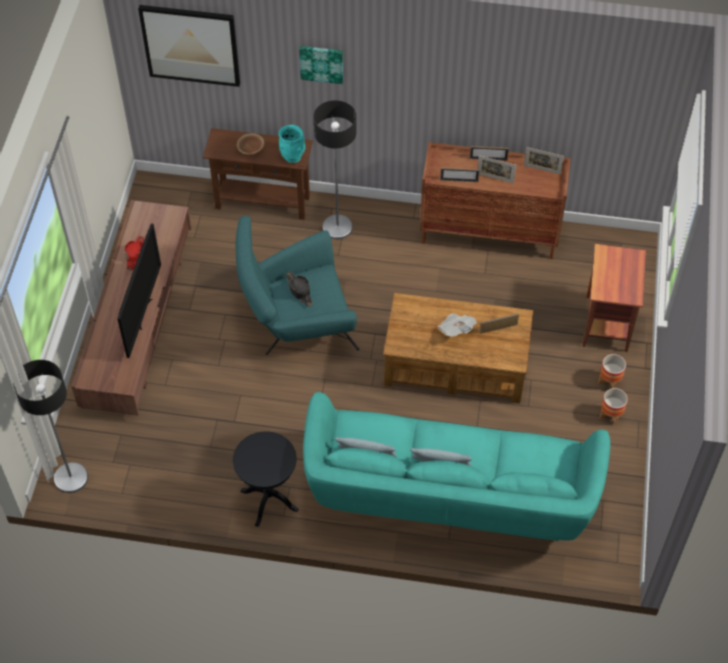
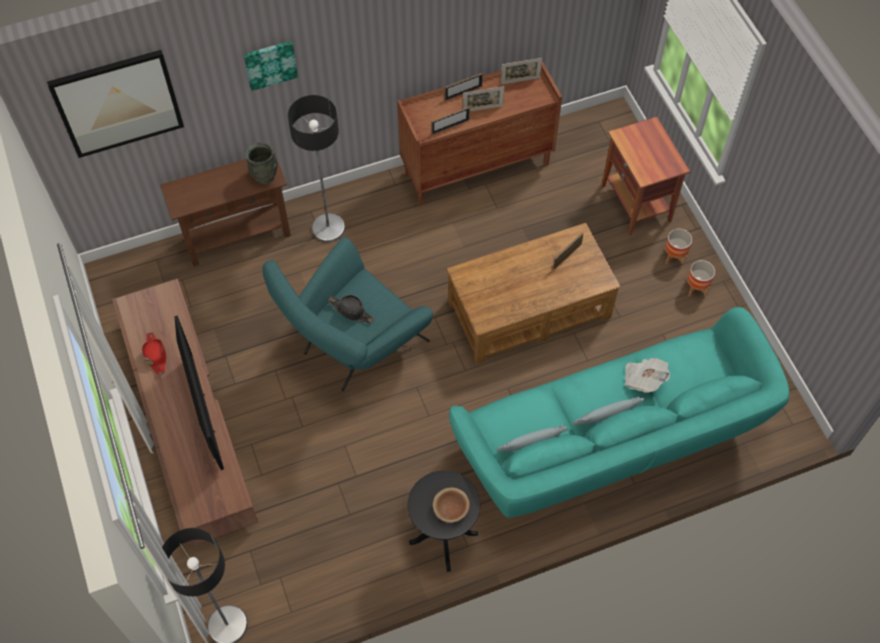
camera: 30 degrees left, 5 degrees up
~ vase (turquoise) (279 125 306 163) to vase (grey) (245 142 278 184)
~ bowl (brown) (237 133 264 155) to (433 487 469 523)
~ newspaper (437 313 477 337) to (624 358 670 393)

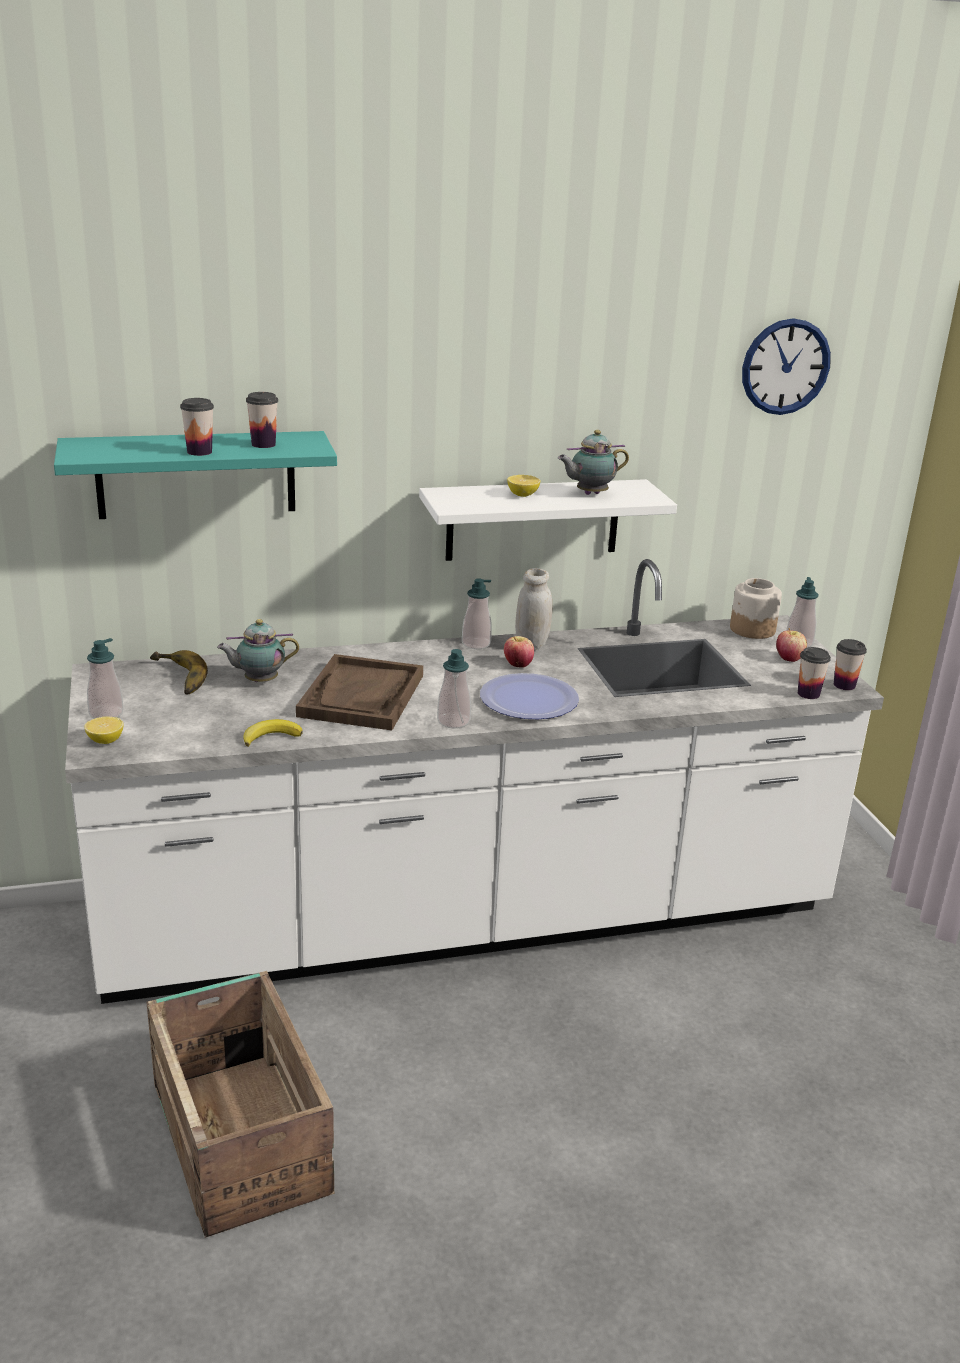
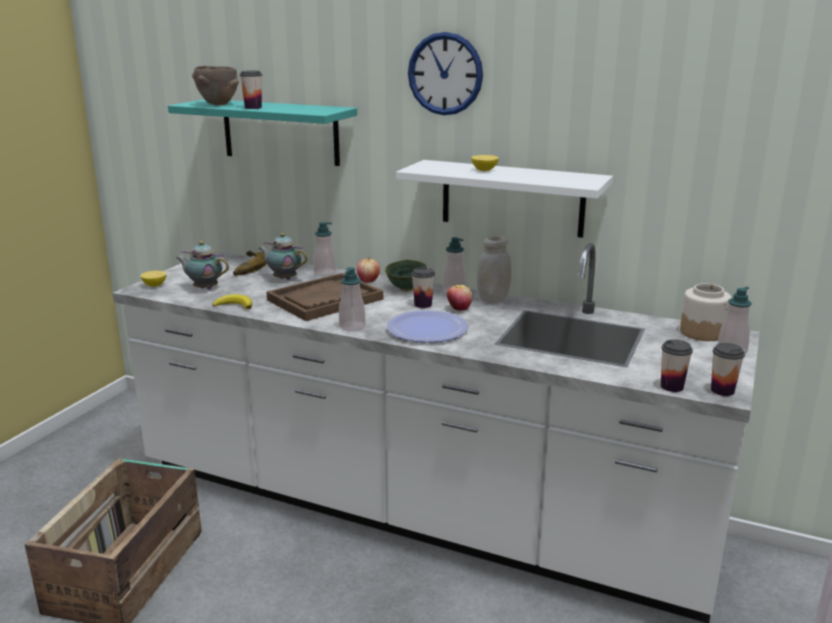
camera: 40 degrees right, 5 degrees down
~ teapot (558 430 629 495) to (176 241 229 289)
+ bowl (brown) (192 66 239 106)
~ soap dispenser (87 638 124 719) to (313 222 336 276)
~ apple (776 628 807 662) to (357 257 380 283)
+ bowl (green) (385 260 426 291)
~ wall clock (742 318 831 415) to (408 32 483 115)
~ cup (246 392 278 448) to (412 267 435 308)

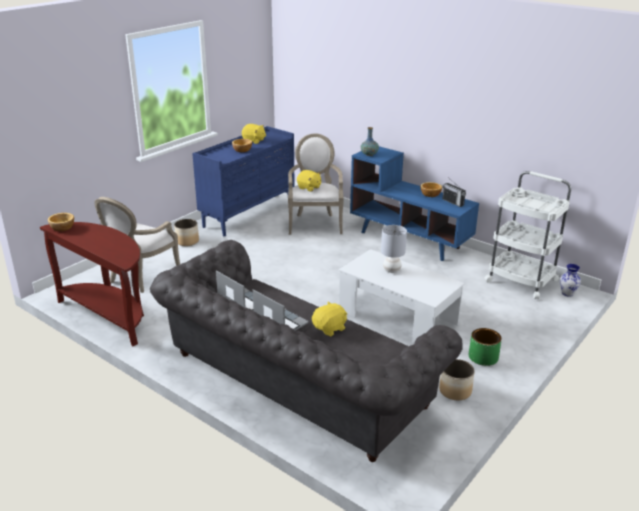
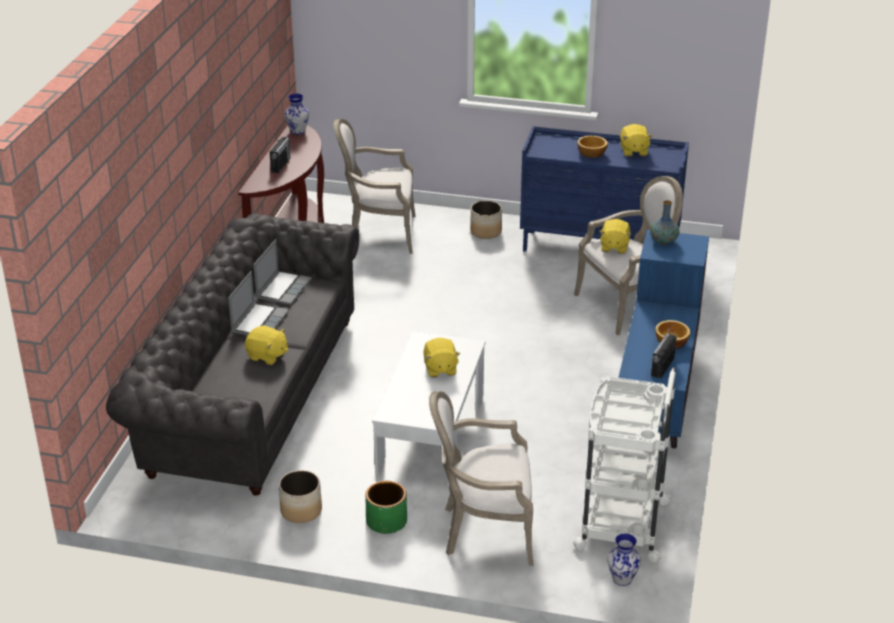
camera: 65 degrees right, 5 degrees up
+ radio (270 137 291 173)
~ bowl (48 213 74 231) to vase (285 93 309 135)
~ table lamp (grey) (381 225 407 273) to plush toy (yellow) (423 338 460 377)
+ armchair (429 391 534 566)

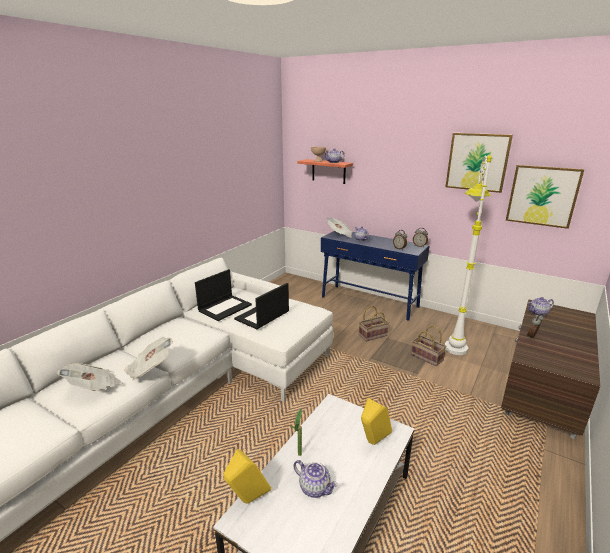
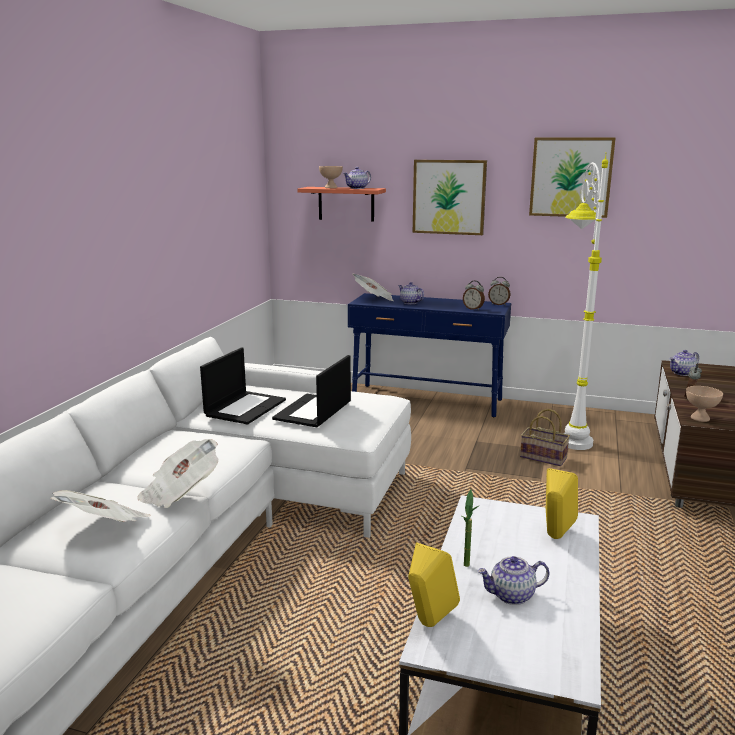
camera: 15 degrees left, 5 degrees down
~ picture (506 165 584 229) to (413 160 487 235)
~ teapot (293 460 338 498) = (478 556 549 605) 150 degrees clockwise
+ bowl (beige) (686 386 723 422)
- basket (359 306 389 341)

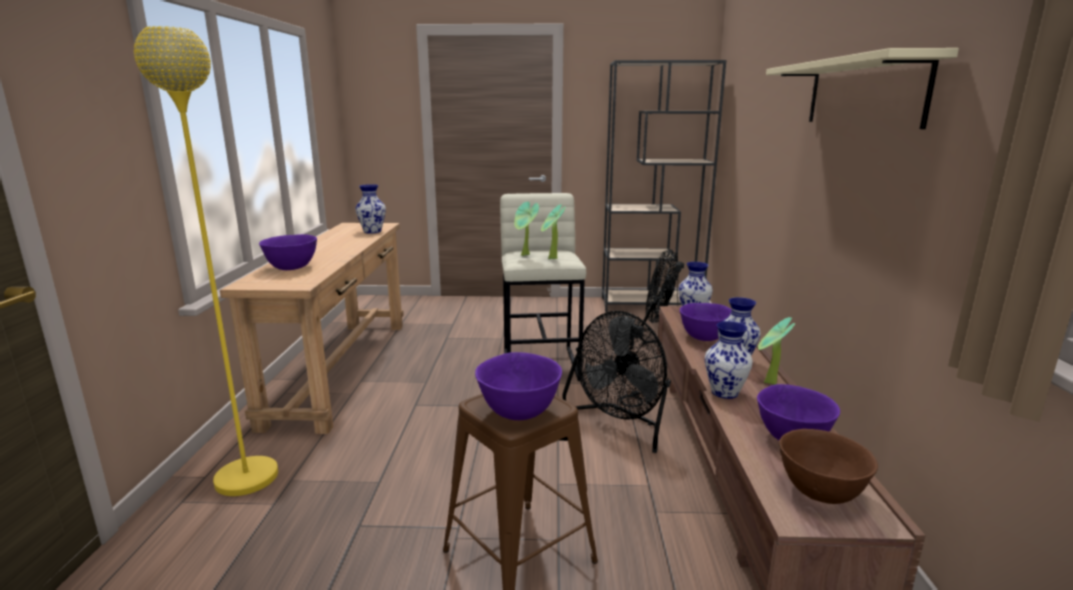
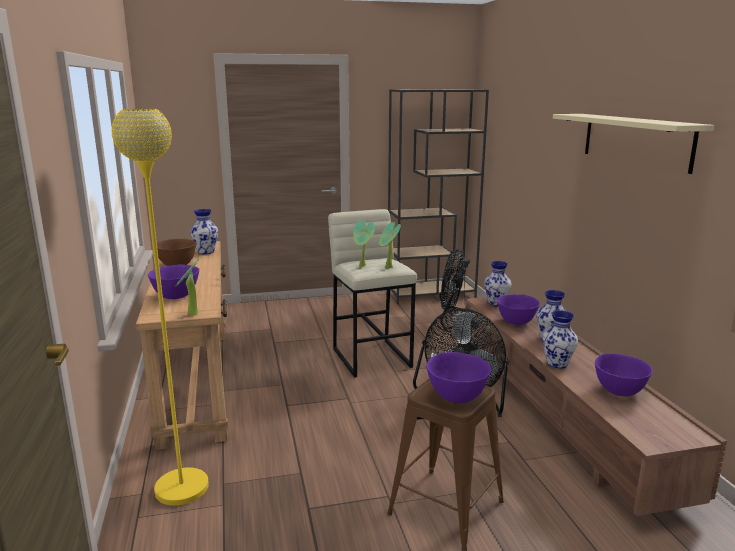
camera: 15 degrees left, 0 degrees up
~ bowl (brown) (779 429 878 504) to (157 239 197 266)
~ potted plant (758 317 795 385) to (175 257 200 315)

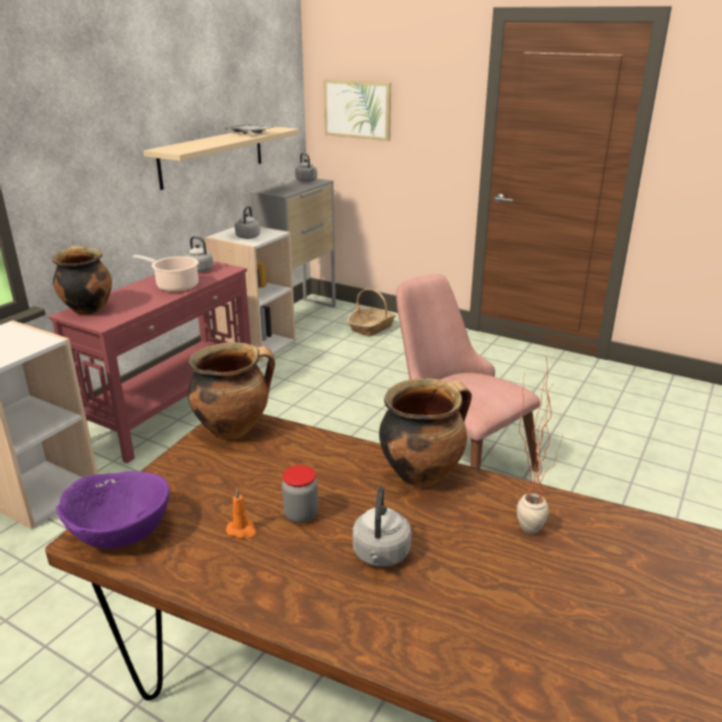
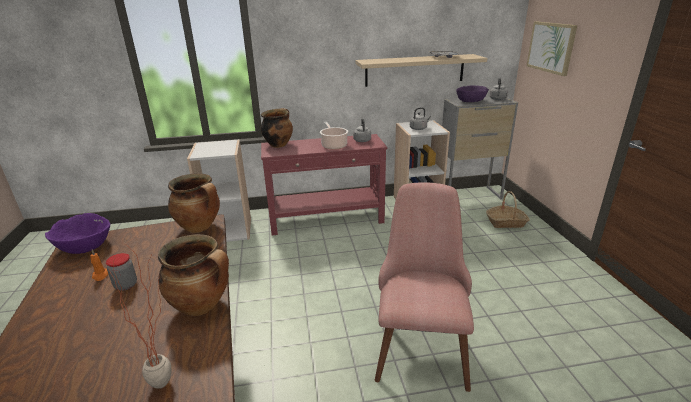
camera: 50 degrees right, 0 degrees up
+ bowl (purple) (456 85 489 102)
- kettle (grey) (352 487 412 567)

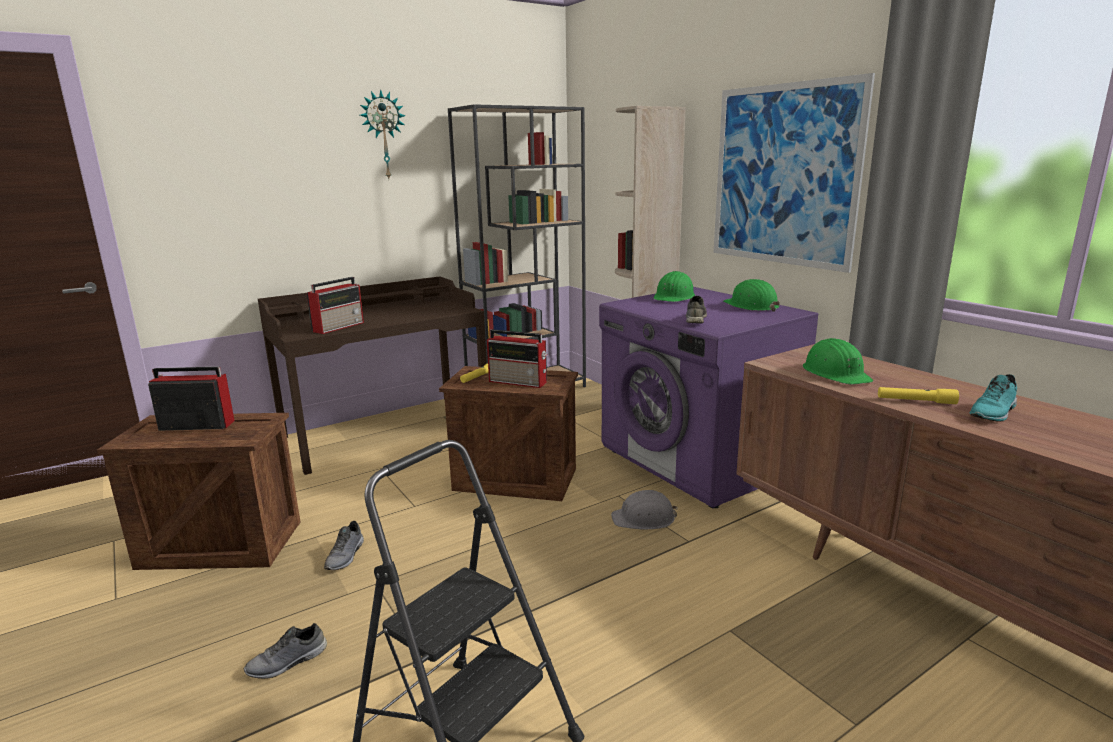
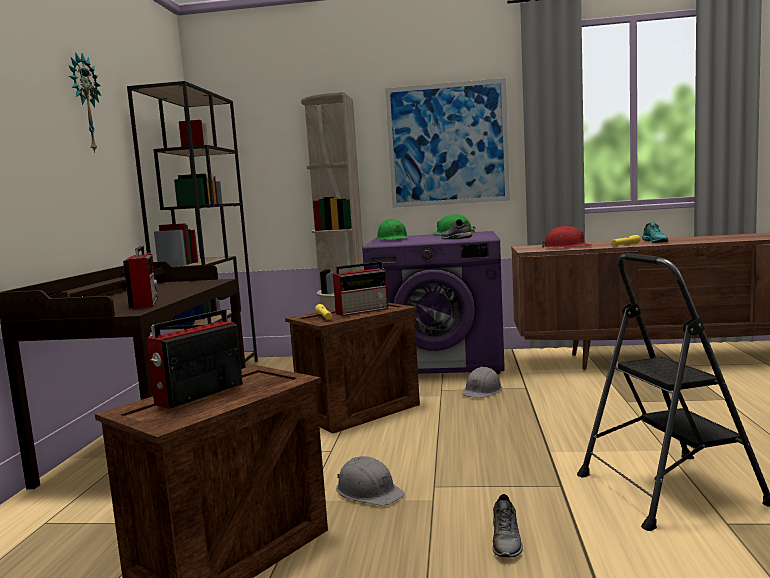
camera: 50 degrees left, 10 degrees down
~ shoe (grey) (324 521 364 570) to hard hat (grey) (336 456 405 506)
~ hard hat (green) (803 338 873 384) to hard hat (red) (541 226 592 248)

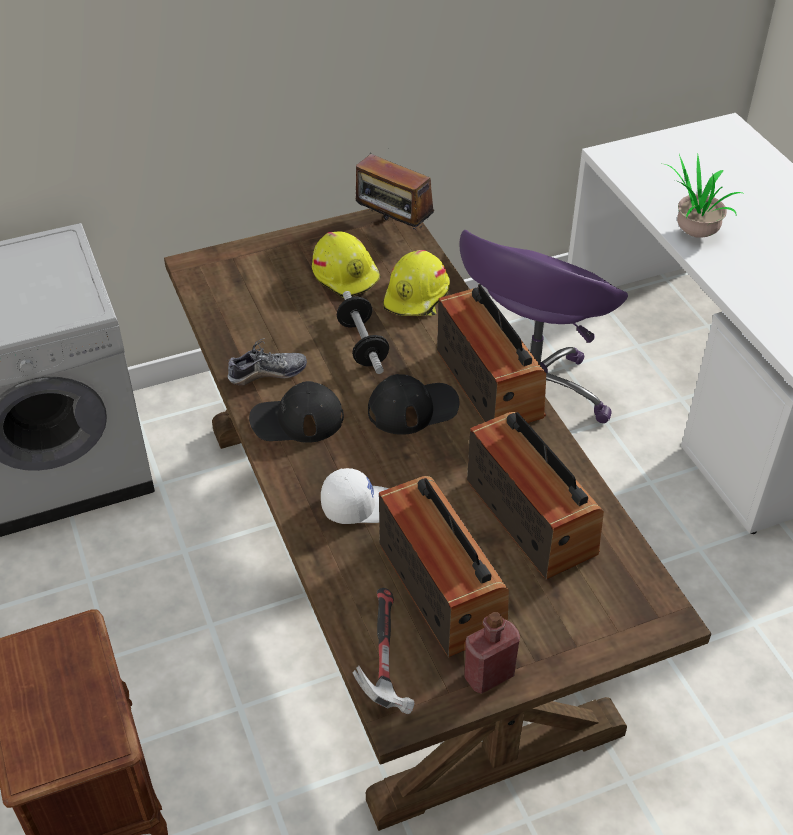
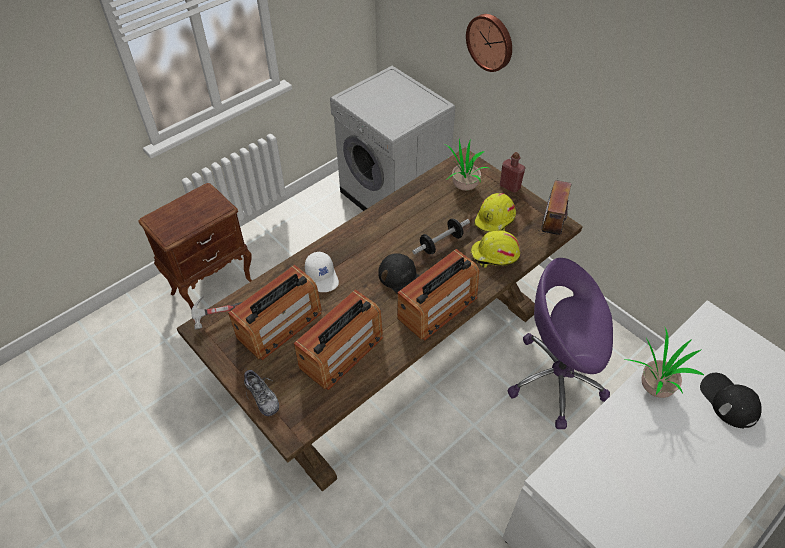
camera: 70 degrees right, 5 degrees up
~ shoe (226 338 307 385) to (244 370 279 416)
+ potted plant (443 139 488 191)
+ wall clock (466 14 512 72)
~ bottle (red) (464 612 520 694) to (500 152 525 193)
~ cap (black) (249 381 344 443) to (700 373 762 428)

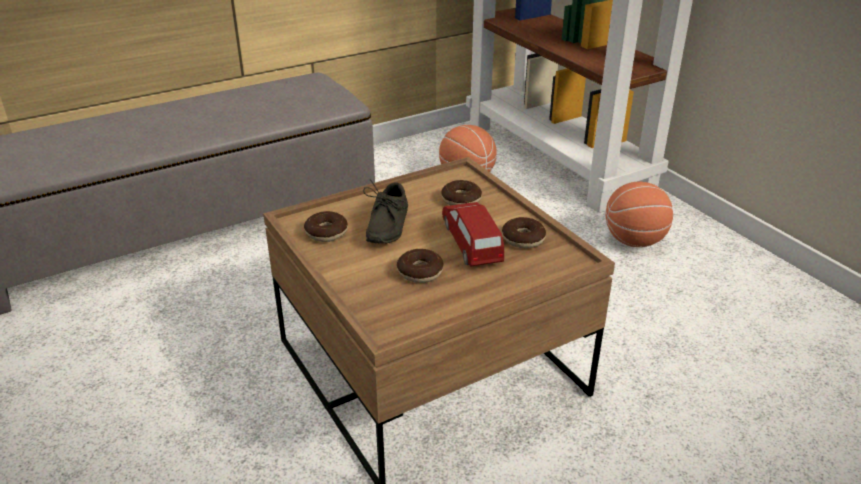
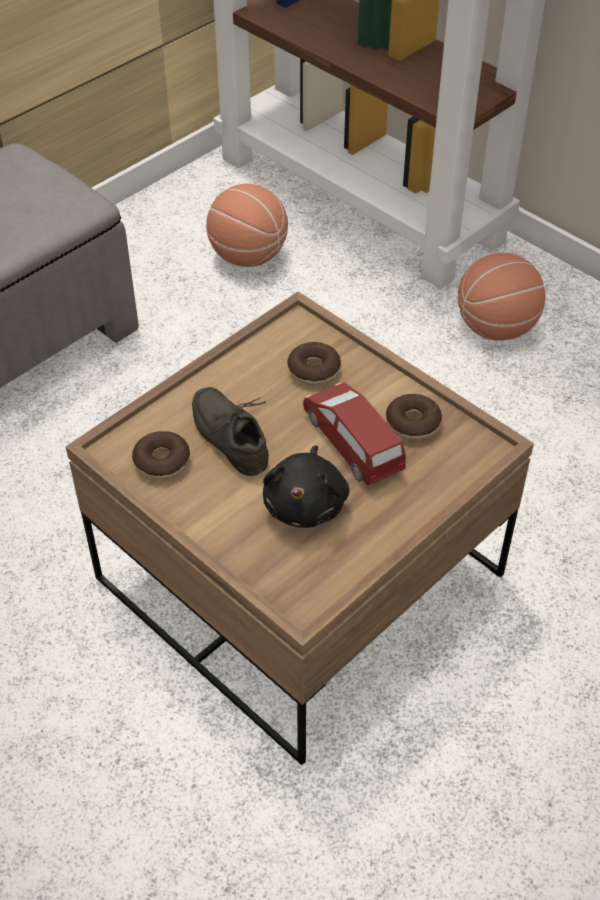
camera: 15 degrees left, 15 degrees up
~ shoe (grey) (363 179 408 244) = (192 387 269 476) 150 degrees clockwise
~ donut (397 249 444 283) to plush toy (black) (263 445 349 528)

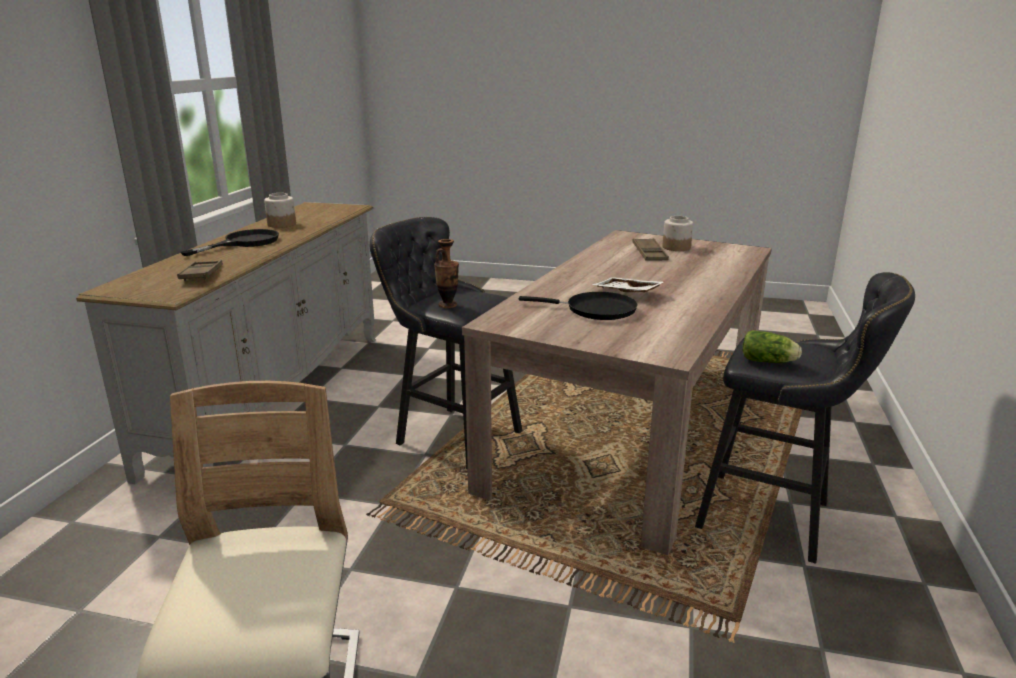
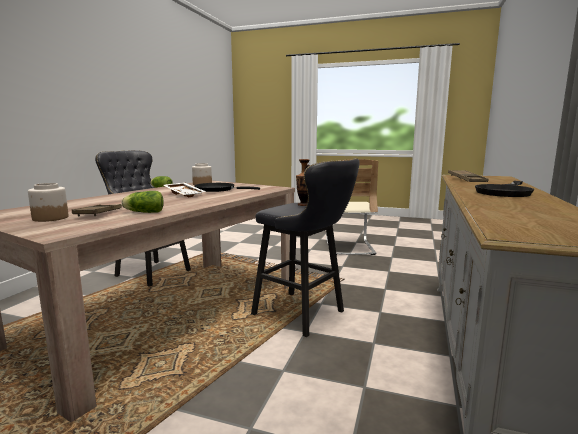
camera: 175 degrees left, 10 degrees down
+ lettuce (122 191 164 213)
~ jar (264 193 296 228) to (192 163 212 185)

